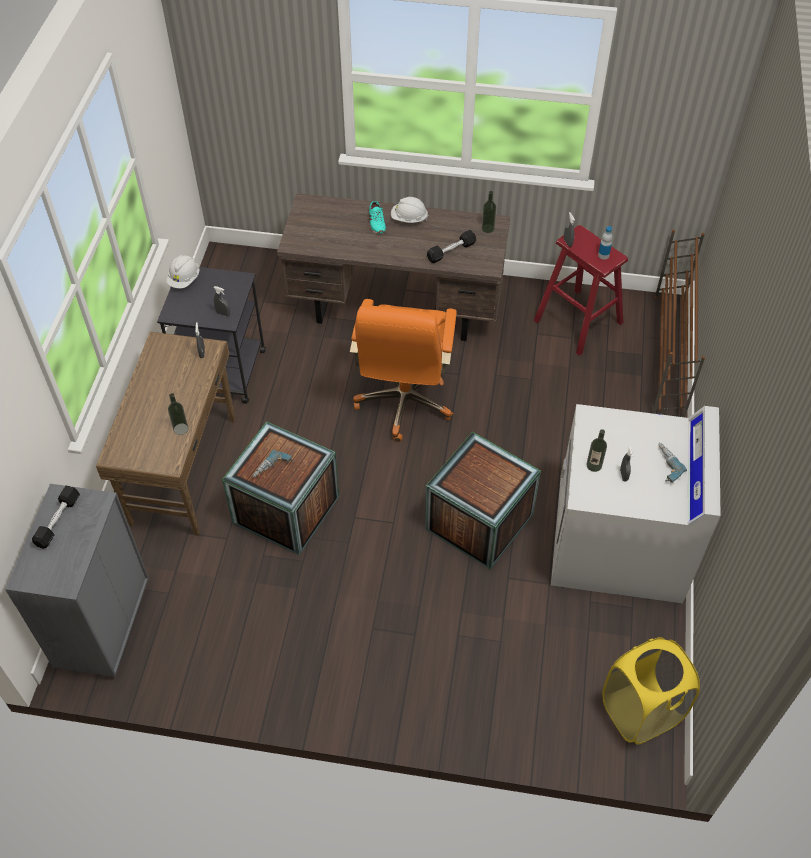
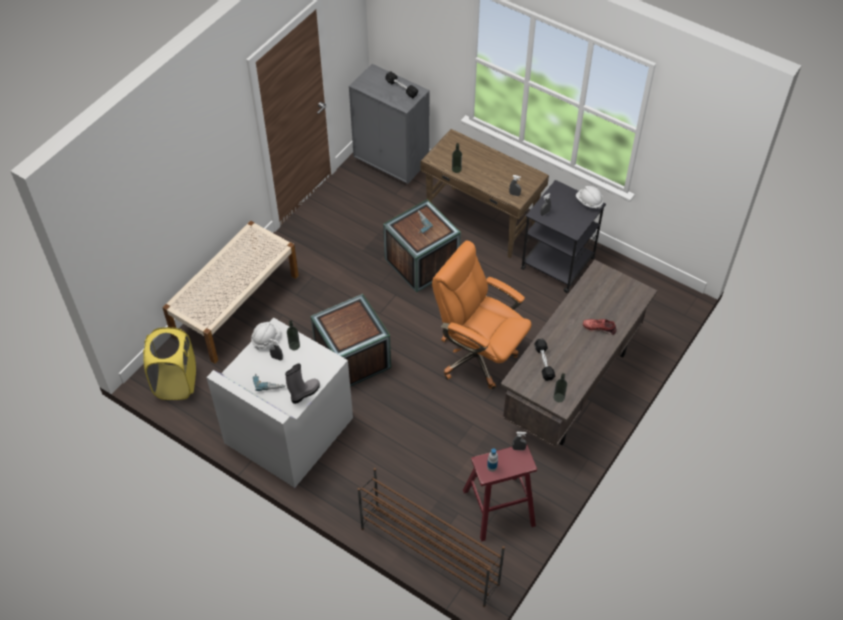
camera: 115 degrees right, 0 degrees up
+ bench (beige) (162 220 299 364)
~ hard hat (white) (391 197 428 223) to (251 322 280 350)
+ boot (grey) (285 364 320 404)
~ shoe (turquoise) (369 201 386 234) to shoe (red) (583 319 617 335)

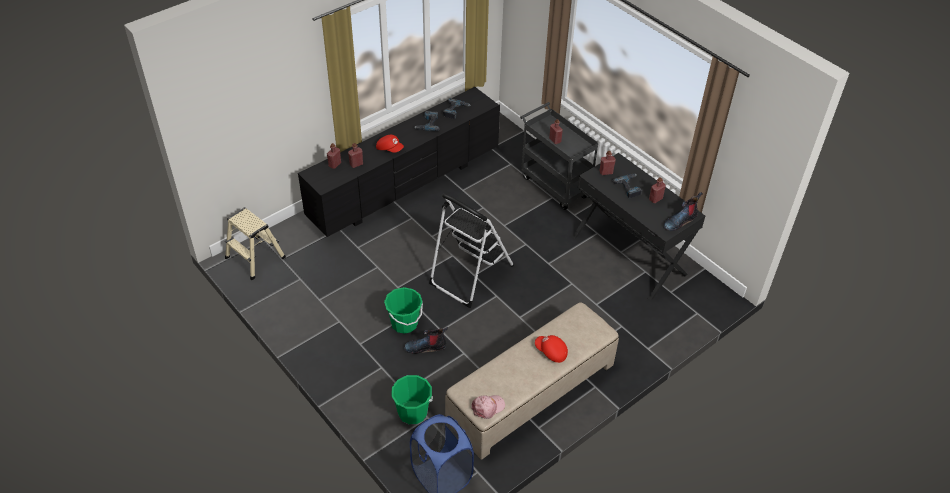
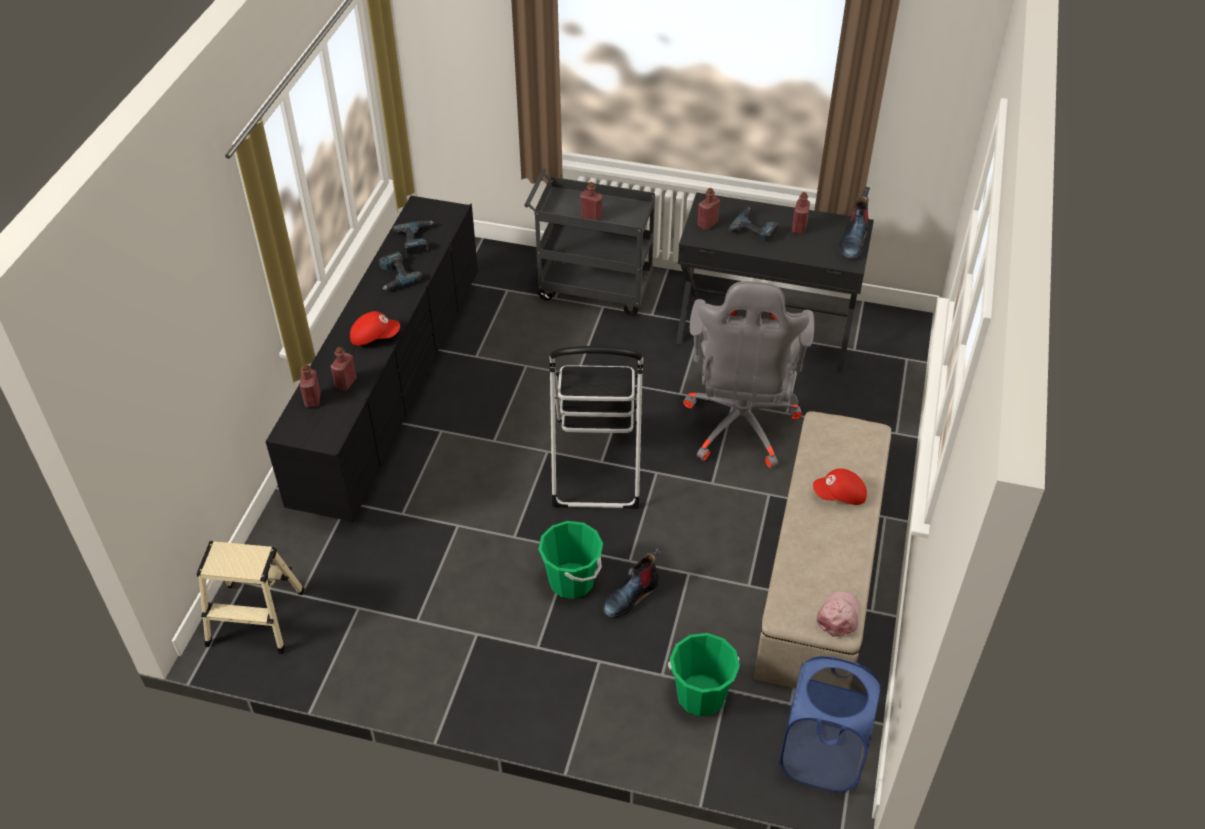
camera: 35 degrees left, 0 degrees up
+ office chair (grey) (683 281 814 468)

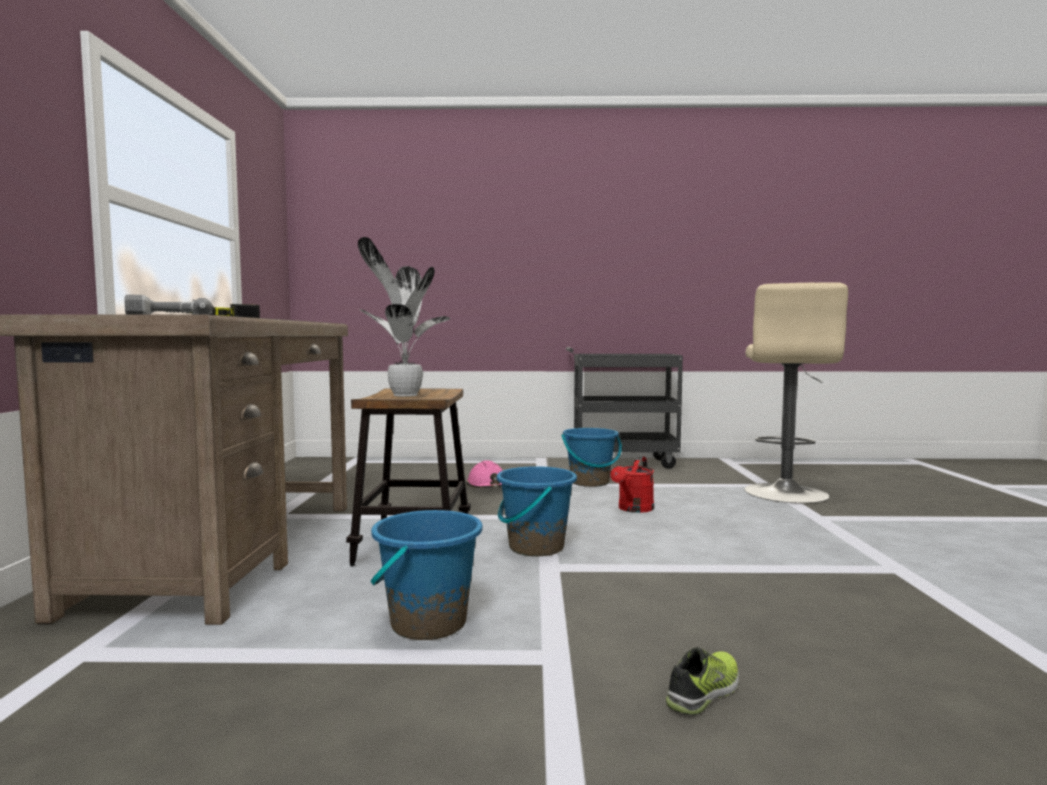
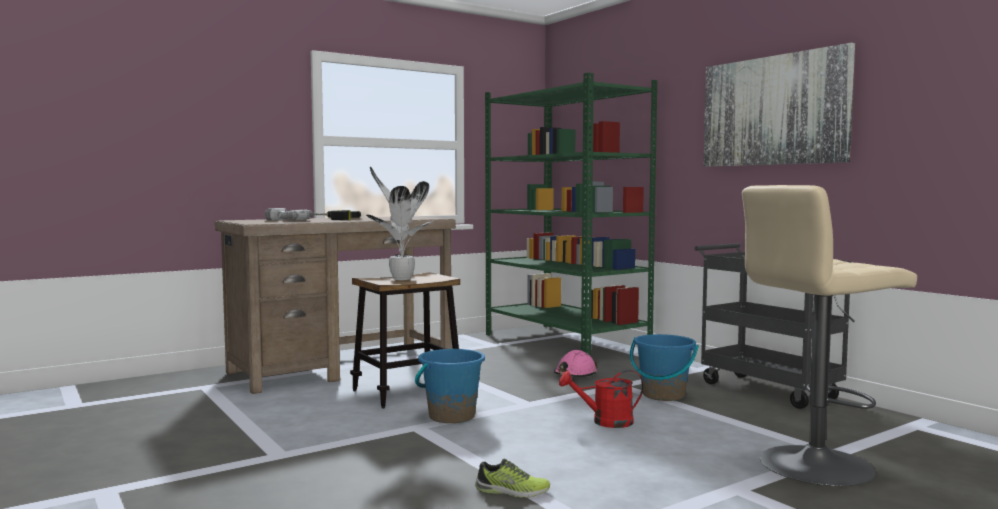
camera: 55 degrees right, 0 degrees up
~ shoe (666 647 739 715) to (475 459 550 498)
+ bookcase (green) (485 73 657 356)
+ picture (704 43 855 167)
- bucket (blue) (371 510 482 640)

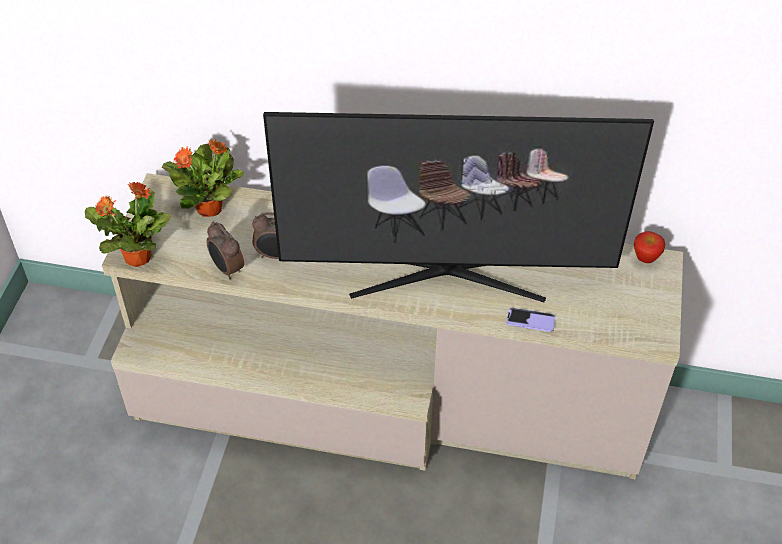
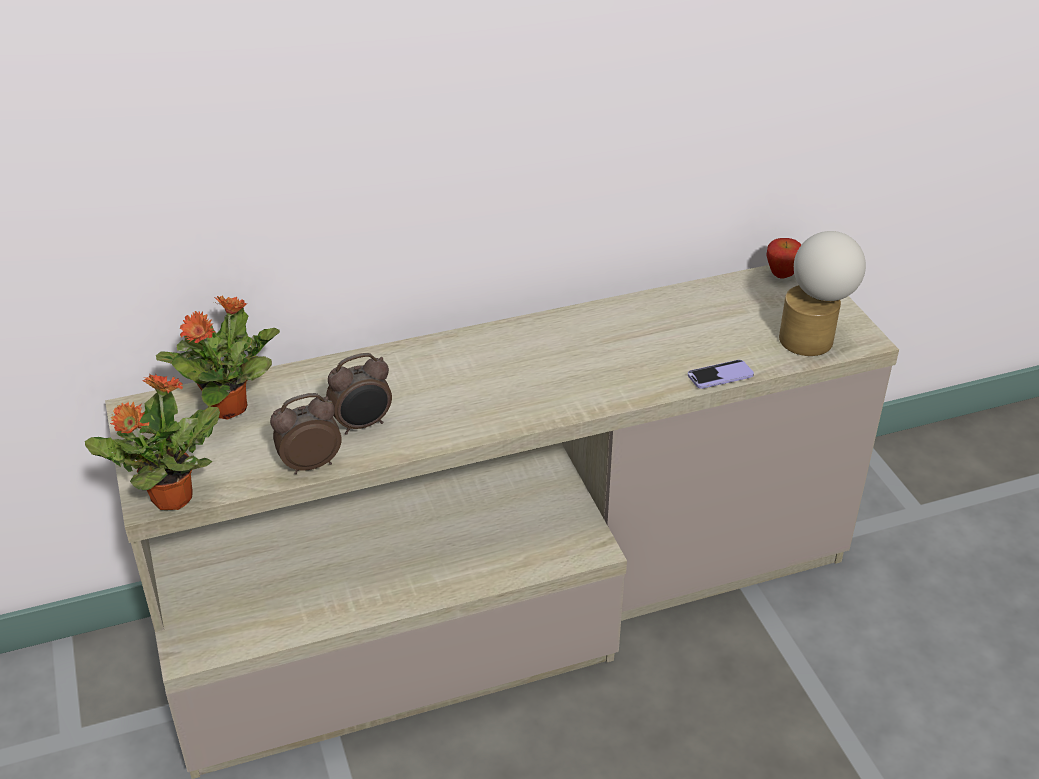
camera: 30 degrees left, 10 degrees down
~ alarm clock (207 222 244 279) = (270 393 342 474) 135 degrees clockwise
+ table lamp (779 231 866 356)
- television (263 112 654 302)

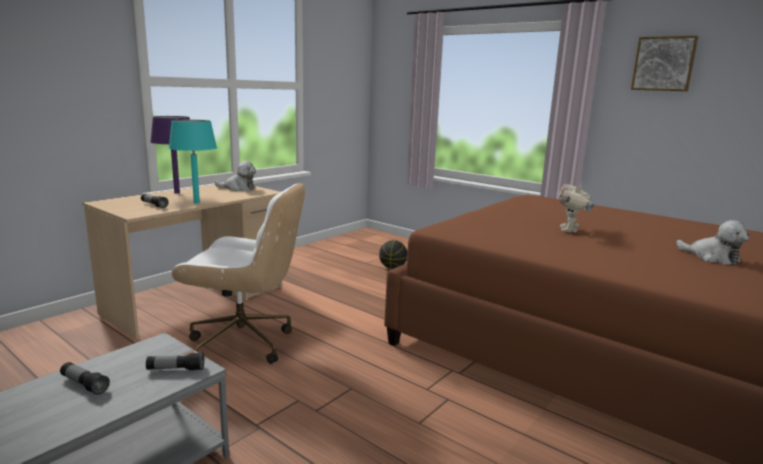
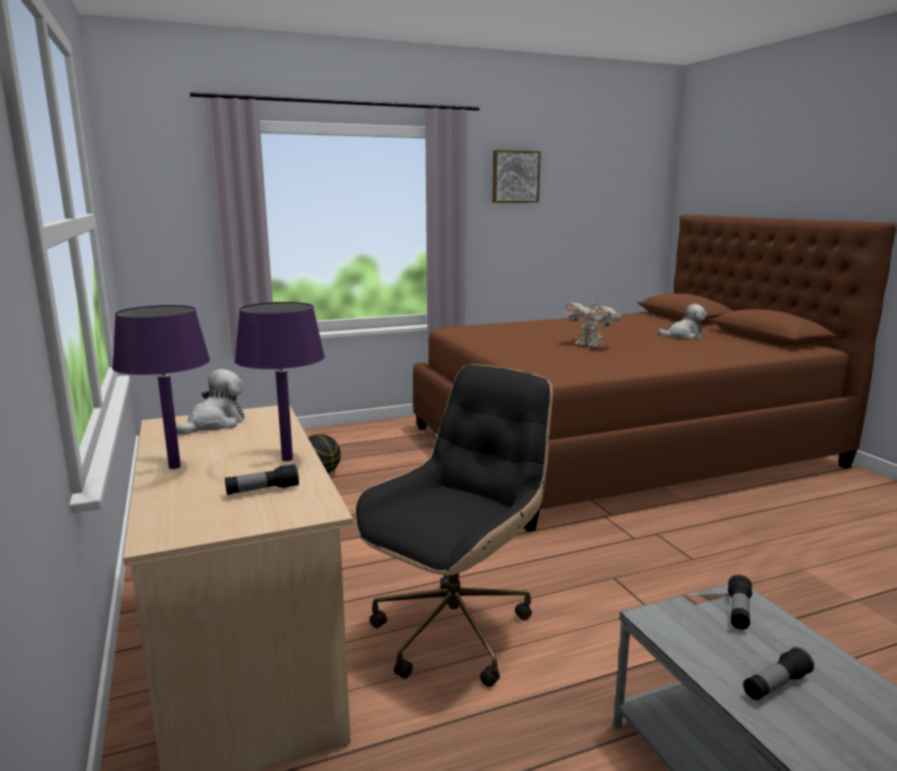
camera: 60 degrees left, 0 degrees up
~ table lamp (turquoise) (169 120 217 204) to table lamp (purple) (234 302 325 461)
~ office chair (white) (172 183 305 364) to office chair (black) (355 364 553 687)

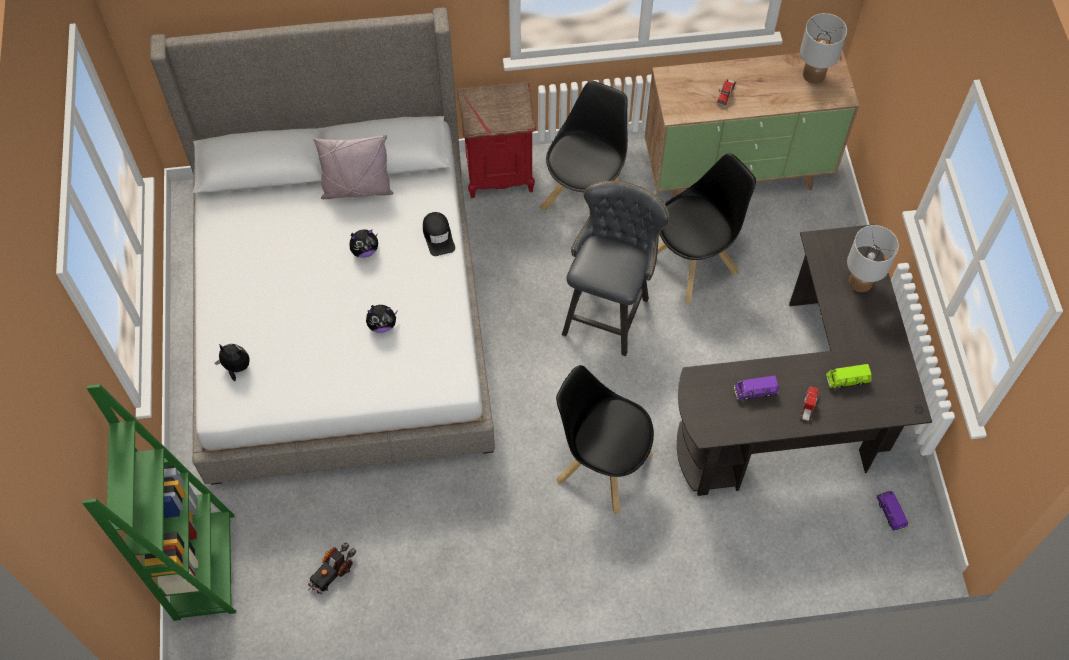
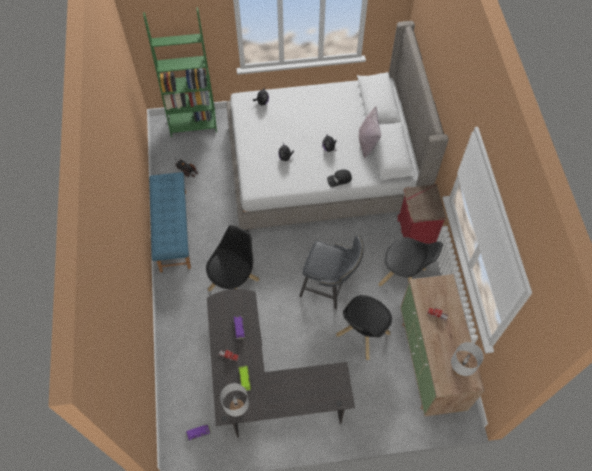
camera: 90 degrees right, 0 degrees up
+ bench (blue) (149 172 191 272)
~ table lamp (grey) (847 225 899 292) to (220 383 249 417)
~ chair (black) (657 153 756 303) = (336 295 392 360) 75 degrees clockwise

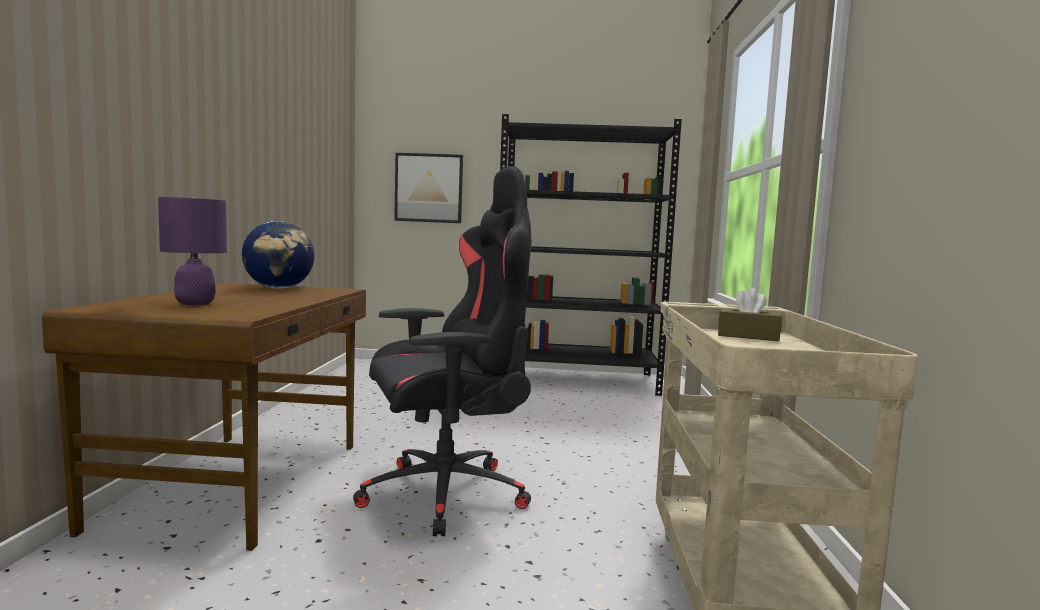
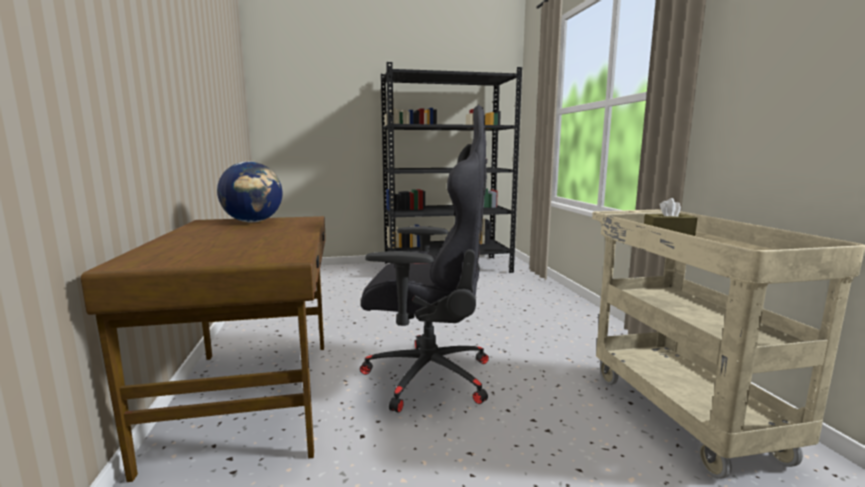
camera: 15 degrees left, 5 degrees up
~ office chair (black) (353 166 532 536) = (360 105 489 413) 45 degrees clockwise
- table lamp (purple) (158 197 227 305)
- picture (394 153 463 223)

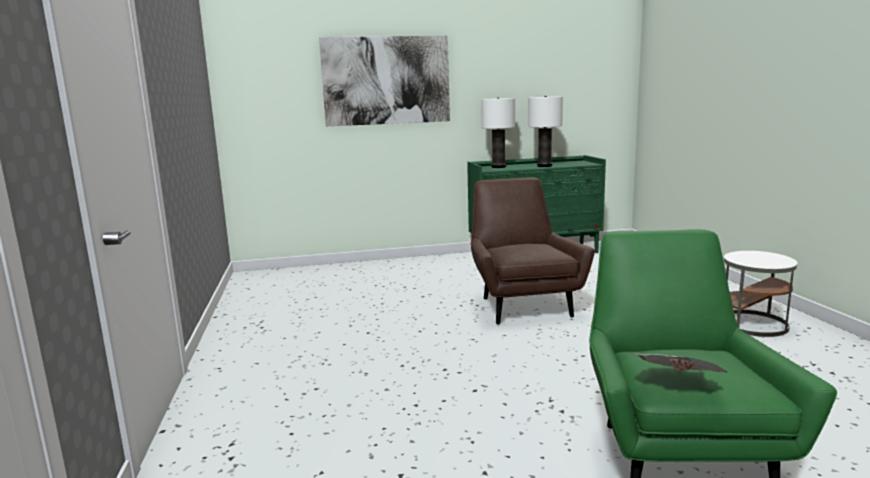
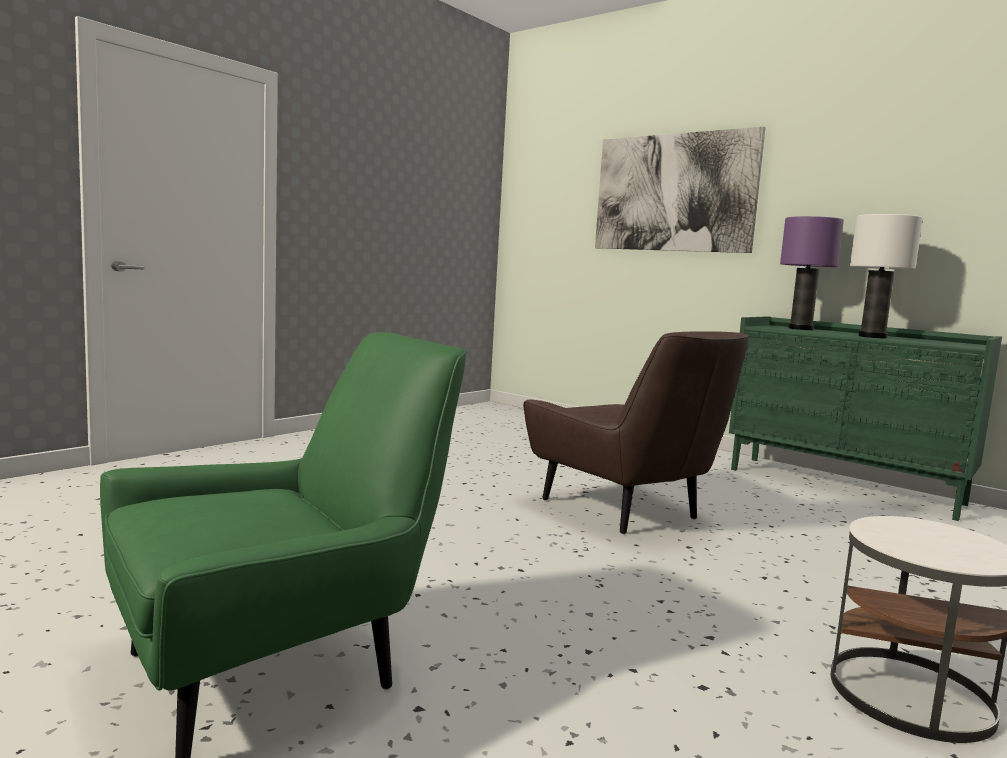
camera: 50 degrees right, 5 degrees down
~ armchair (brown) (471 177 595 325) = (523 331 749 534) 105 degrees clockwise
~ table lamp (white) (481 97 515 168) to table lamp (purple) (780 216 844 330)
- newspaper (634 353 727 372)

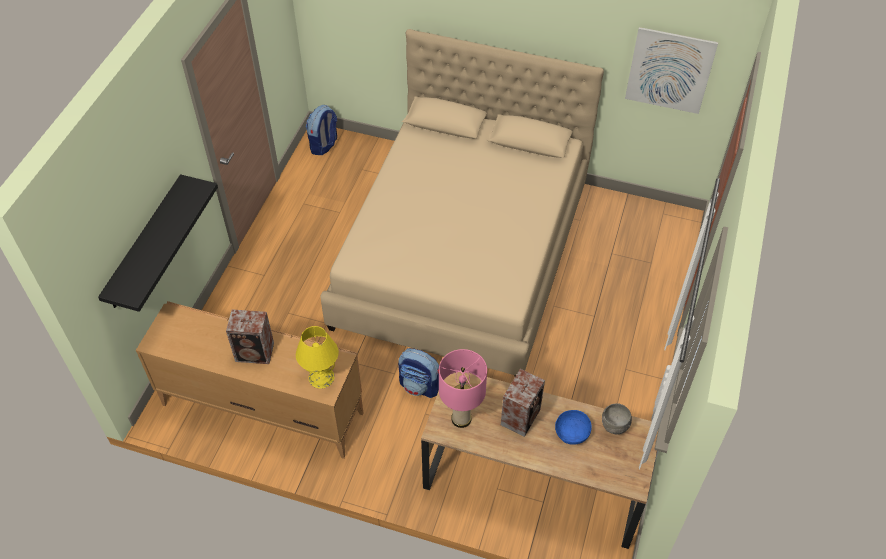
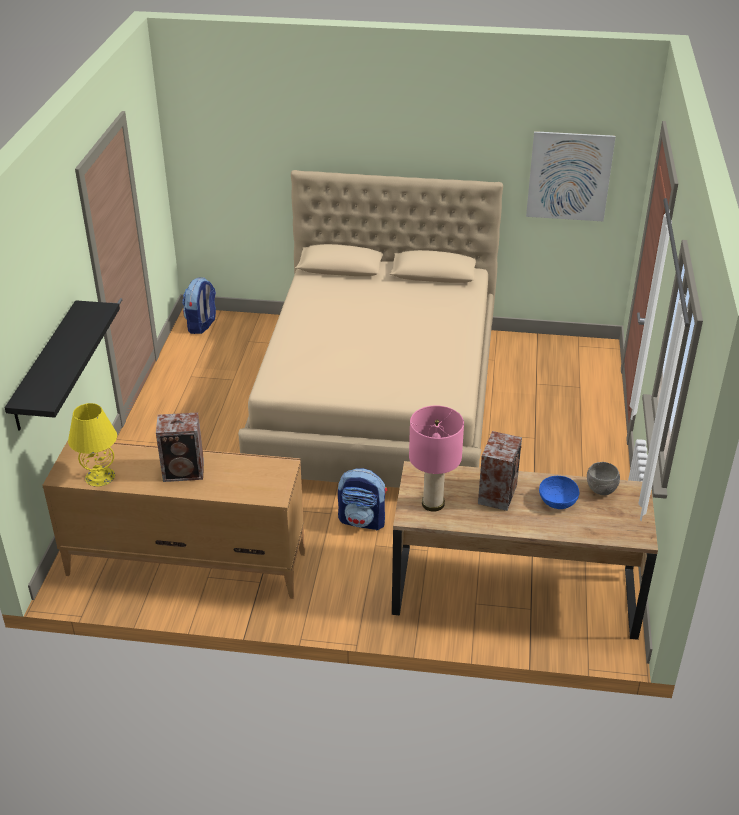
camera: 10 degrees left, 15 degrees down
~ table lamp (yellow) (296 326 339 389) to (68 403 117 487)

